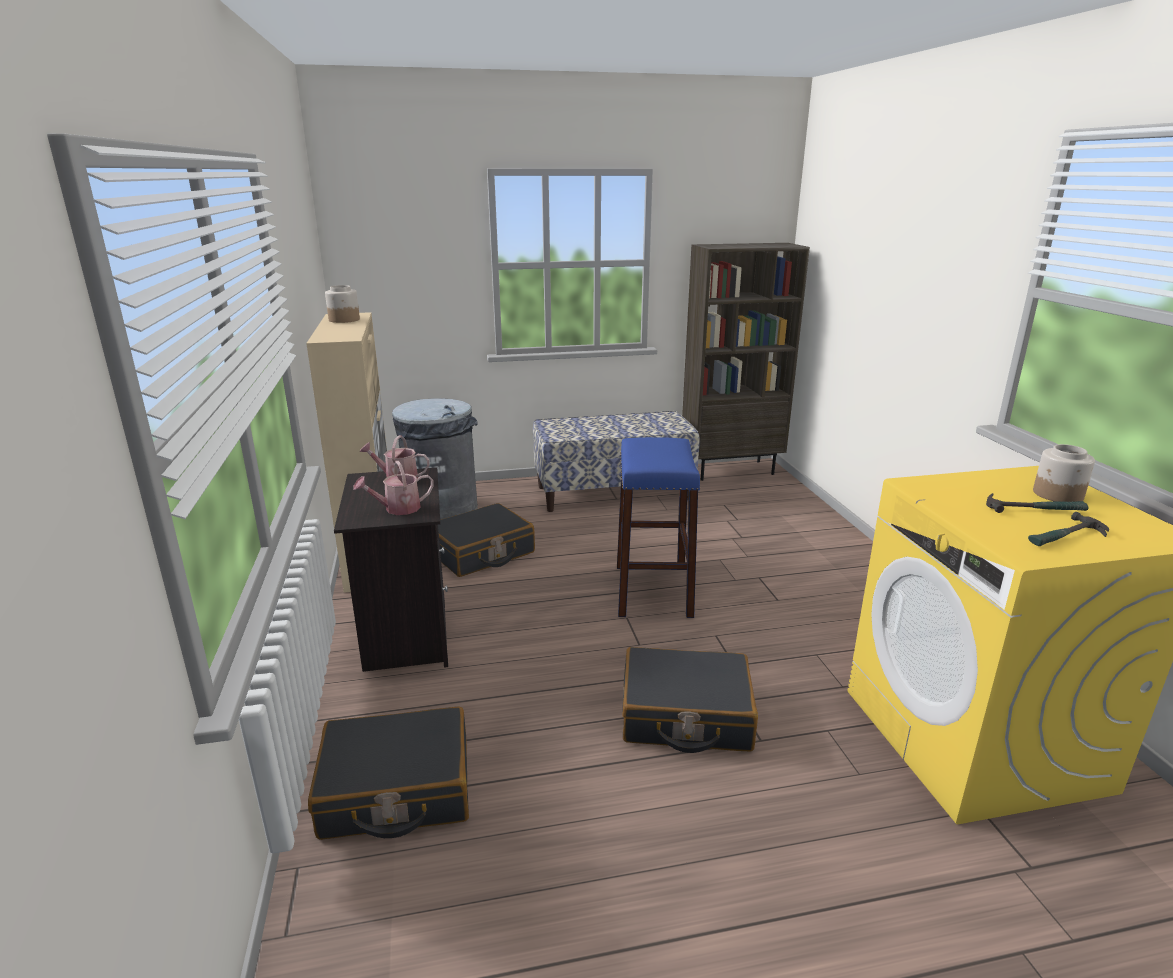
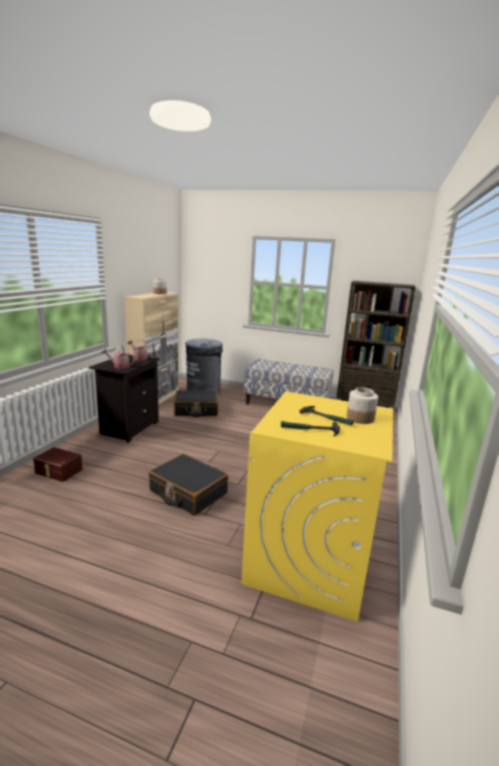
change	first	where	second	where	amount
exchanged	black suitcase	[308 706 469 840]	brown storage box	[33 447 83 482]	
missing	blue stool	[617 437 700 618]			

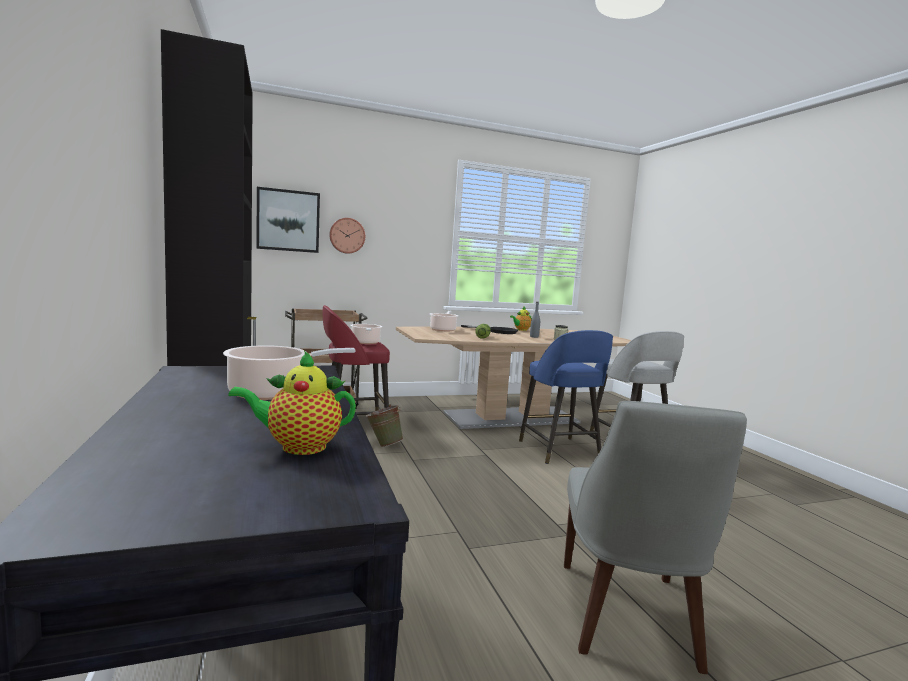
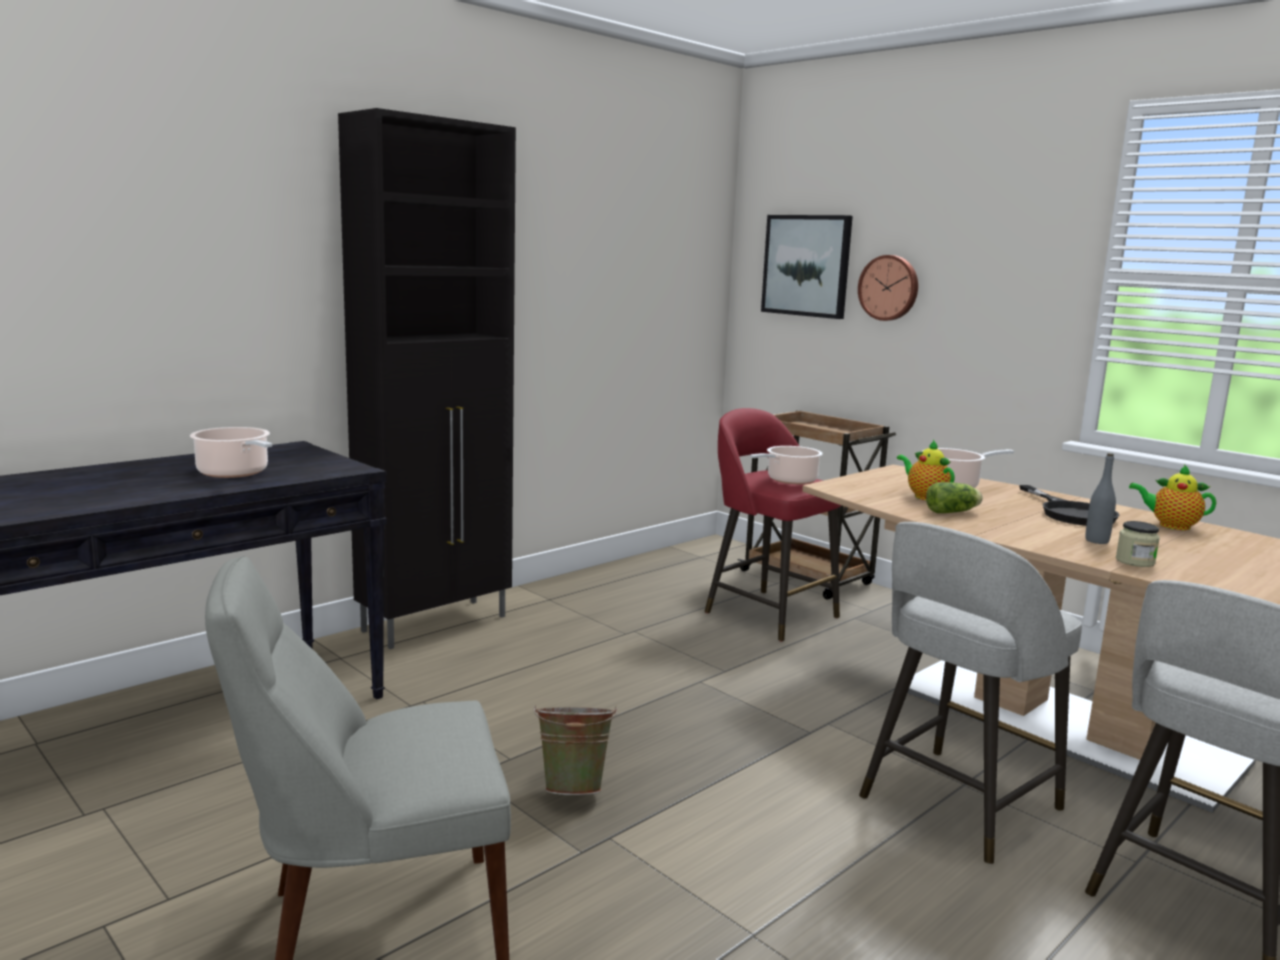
change	first	where	second	where	amount
relocated	green bucket	[366 404 403 447]		[534 704 618 795]	
colour	blue stool	[519 330 613 464]	grey stool	[859 522 1082 865]	
relocated	teapot	[228 350 356 455]		[897 440 955 500]	

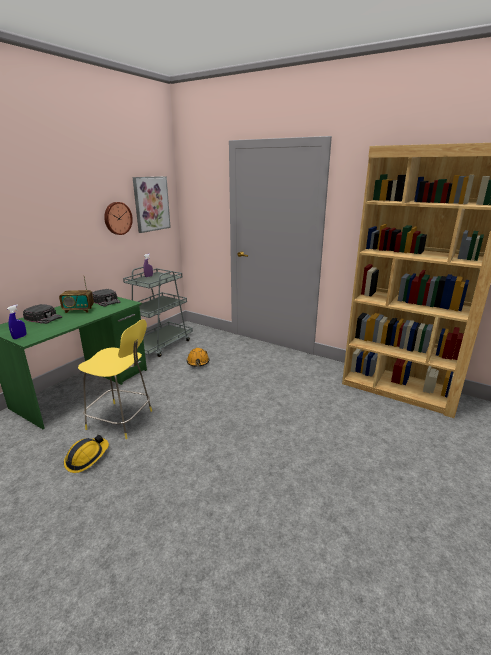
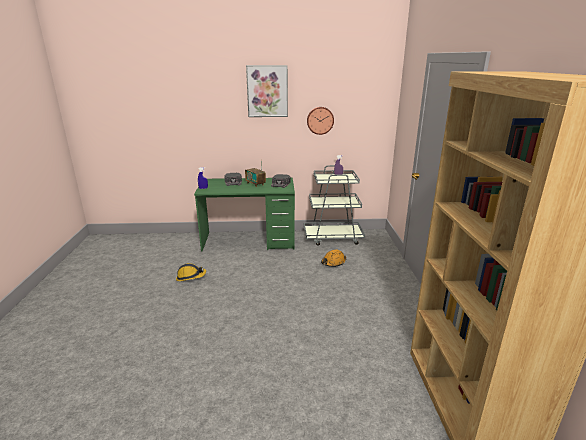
change	first	where	second	where	amount
relocated	picture	[133 176 171 233]		[246 65 288 117]	
missing	yellow stool	[78 319 152 439]			

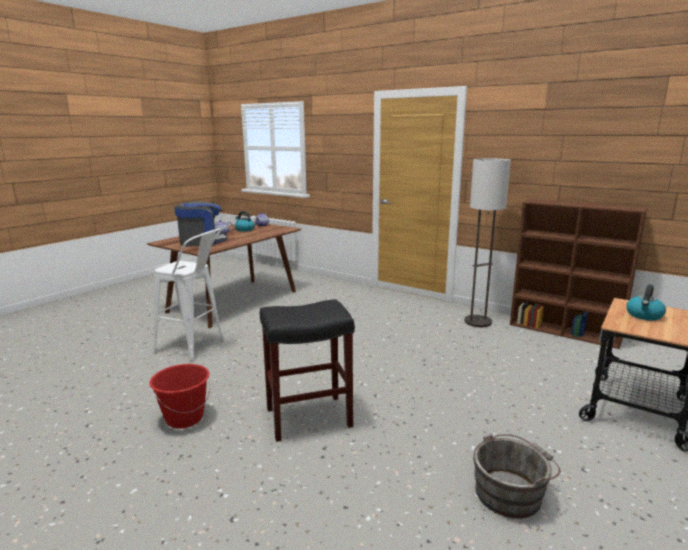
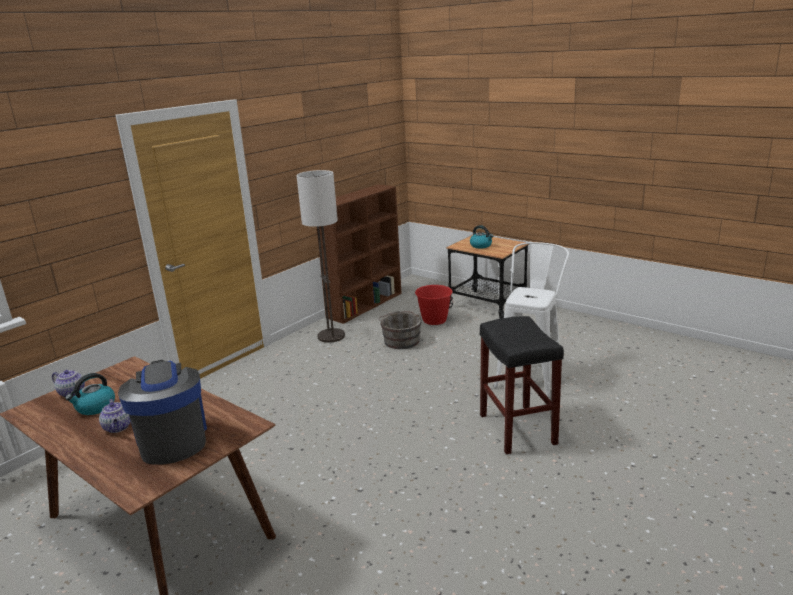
change	first	where	second	where	amount
relocated	grey bucket	[474 434 560 519]		[379 311 422 349]	
relocated	red bucket	[149 364 210 429]		[415 285 453 325]	
relocated	white stool	[153 229 224 361]		[494 242 569 398]	

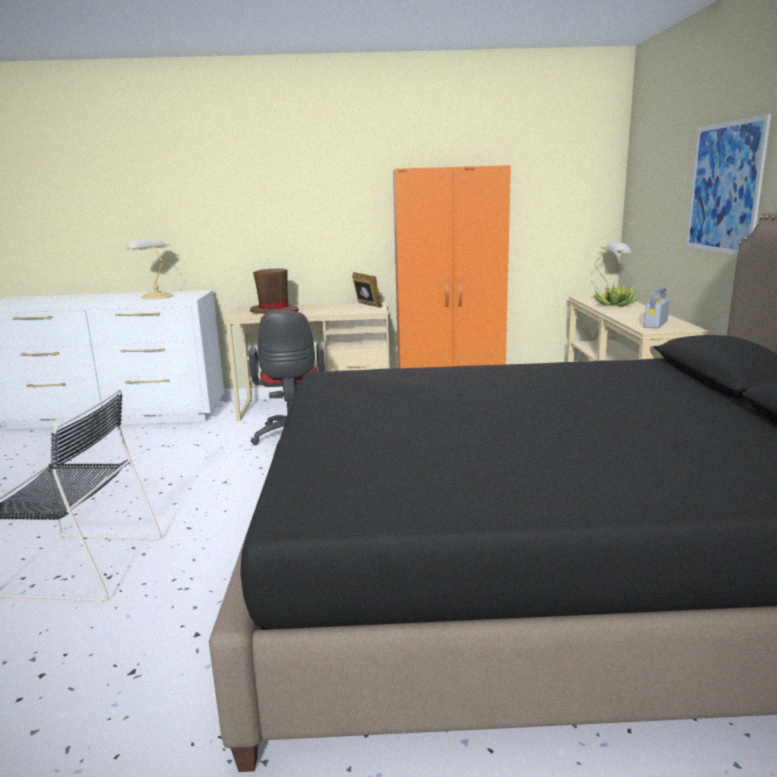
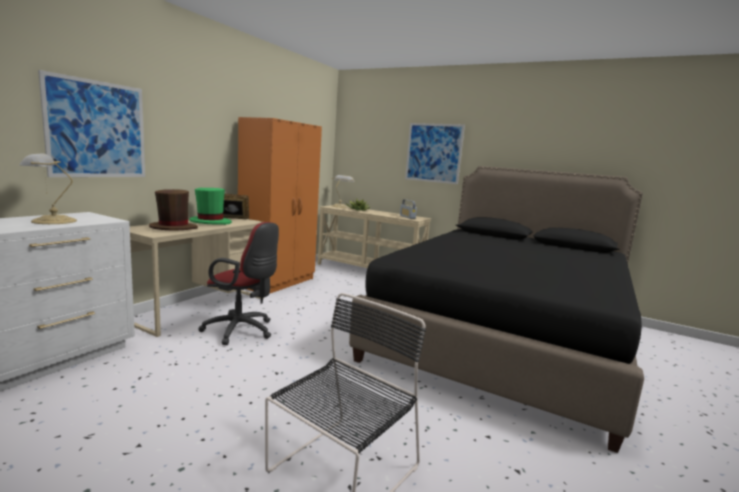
change	first	where	second	where	amount
appeared			picture	[38 70 145 177]	
appeared			green hat	[190 188 232 225]	

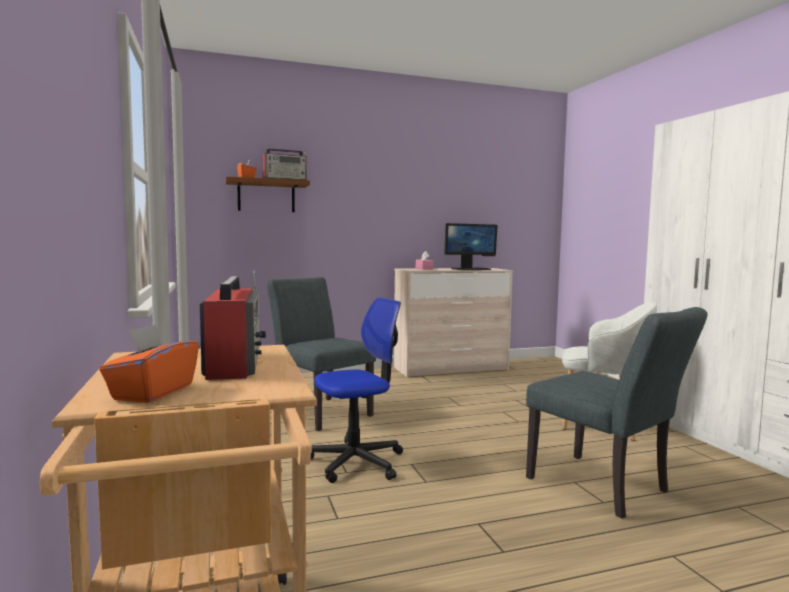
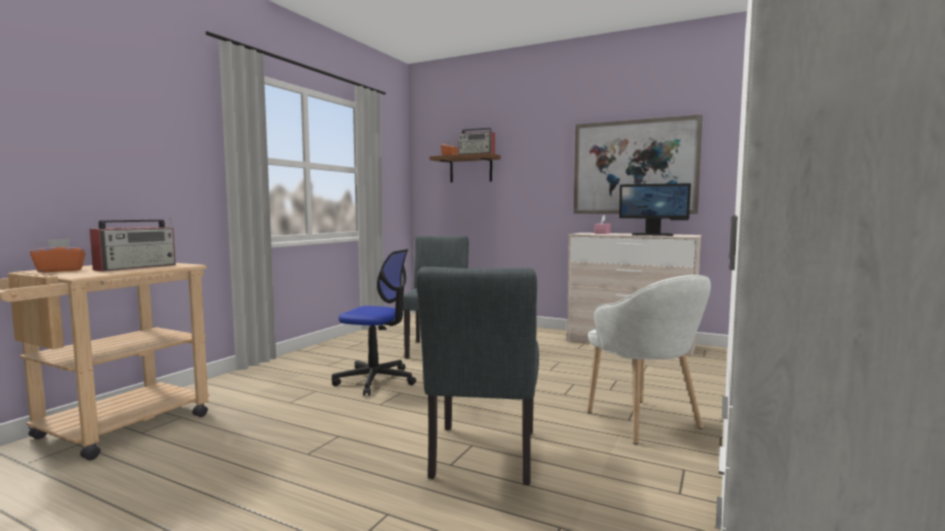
change	first	where	second	where	amount
appeared			picture	[574 115 703 214]	

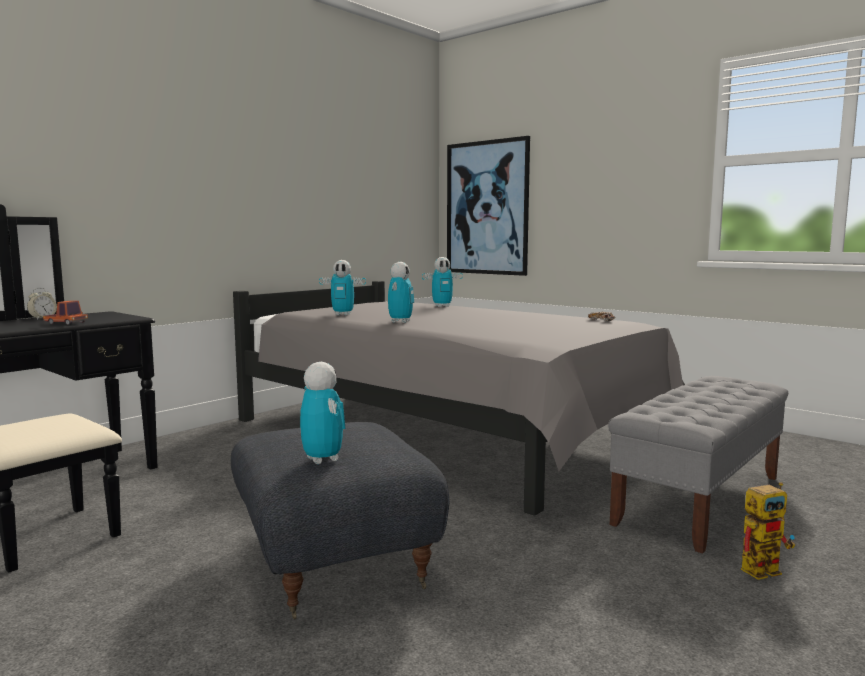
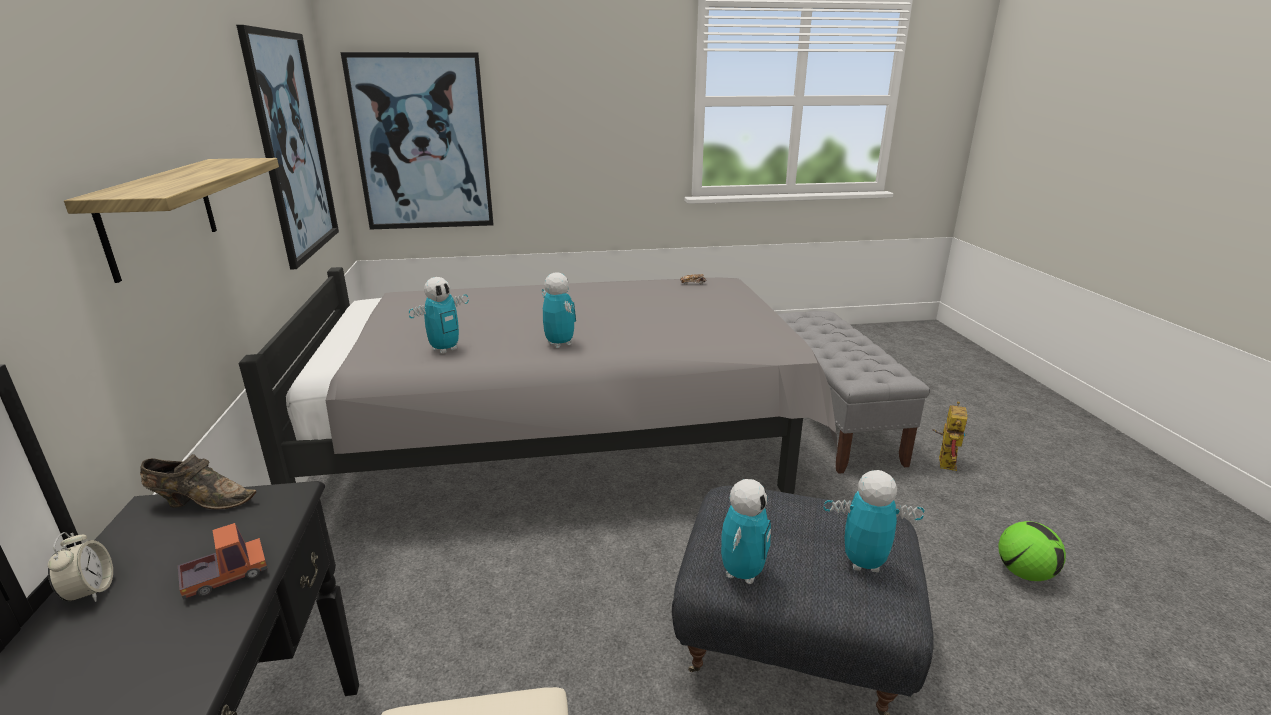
change	first	where	second	where	amount
appeared			shelf	[64 158 279 283]	
appeared			brown shoe	[140 454 256 510]	
appeared			picture	[236 25 339 269]	
relocated	toy robot	[422 257 463 307]		[721 479 771 584]	
appeared			football	[998 521 1066 581]	

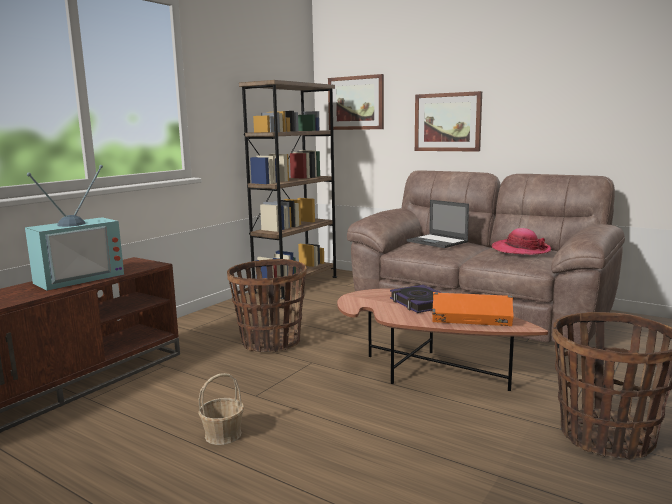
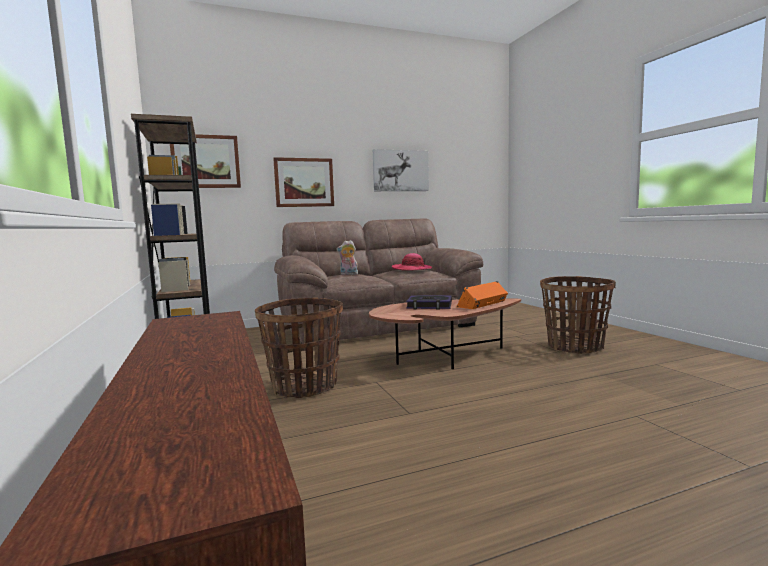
change	first	where	second	where	amount
exchanged	laptop	[407 200 469 248]	plush toy	[336 240 358 275]	
appeared			picture	[373 149 429 191]	
missing	television	[25 165 124 291]			
missing	basket	[198 373 244 445]			

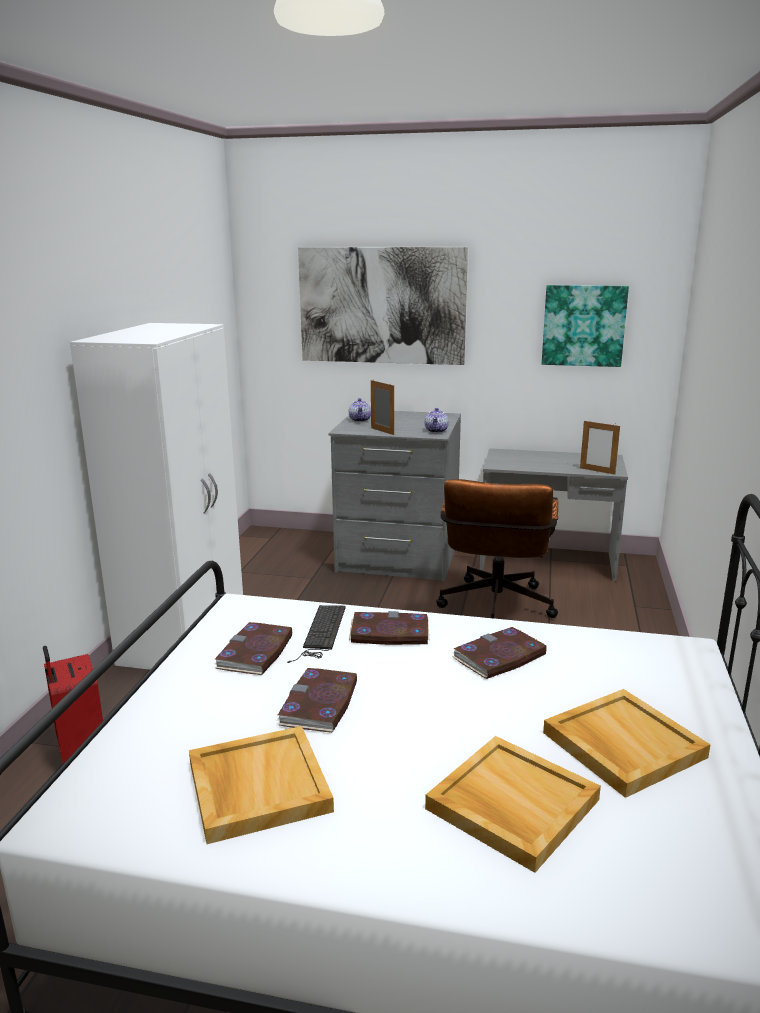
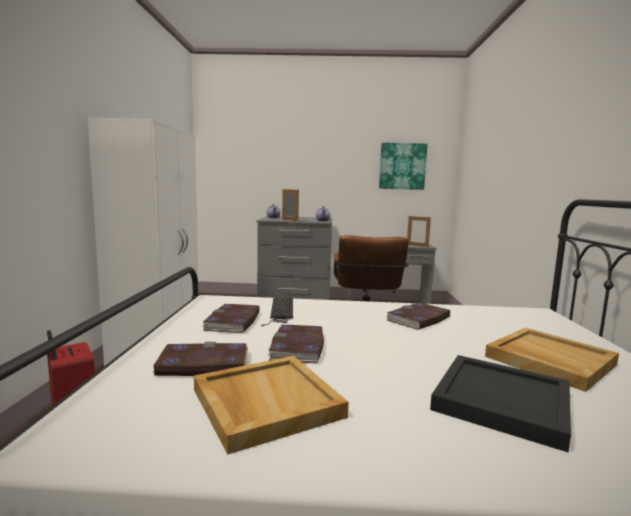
change	first	where	second	where	amount
relocated	book	[349 611 429 645]		[152 342 248 376]	
colour	beige tray	[425 736 601 873]	black tray	[430 355 571 452]	
missing	picture	[298 247 468 365]			

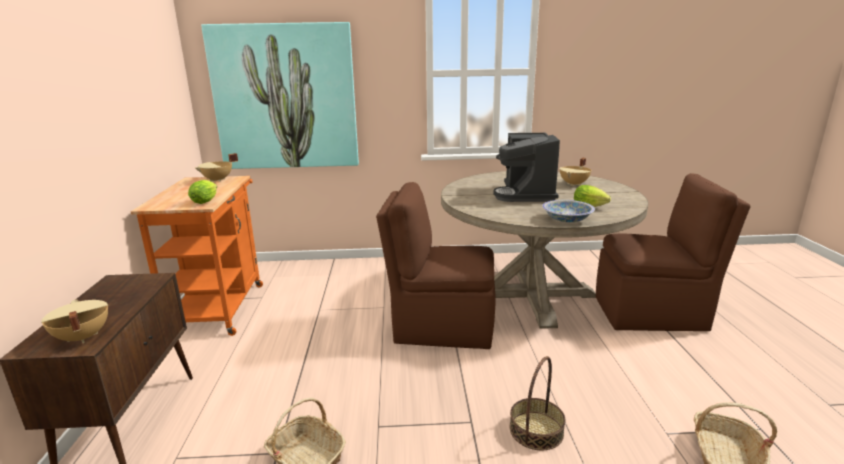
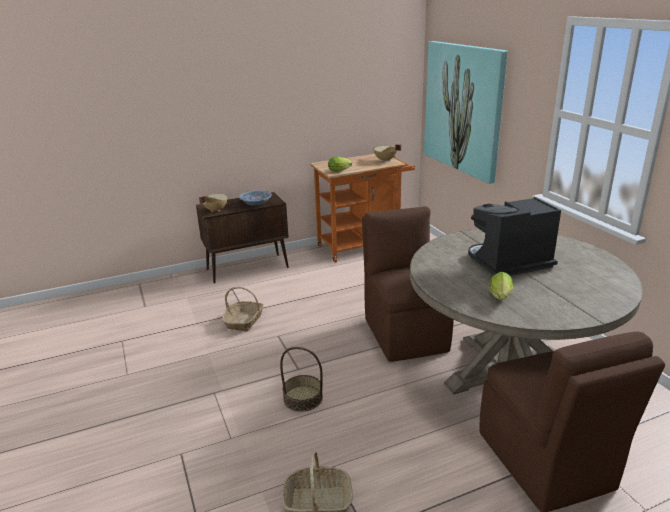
change	first	where	second	where	amount
relocated	bowl	[542 200 595 222]		[239 190 272 205]	
missing	beige cooking pot	[559 158 591 186]			

